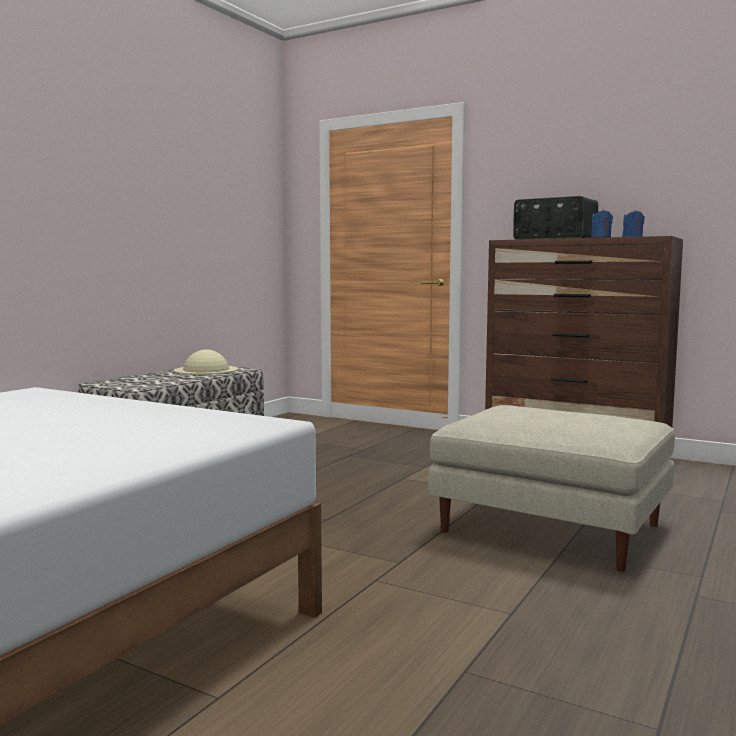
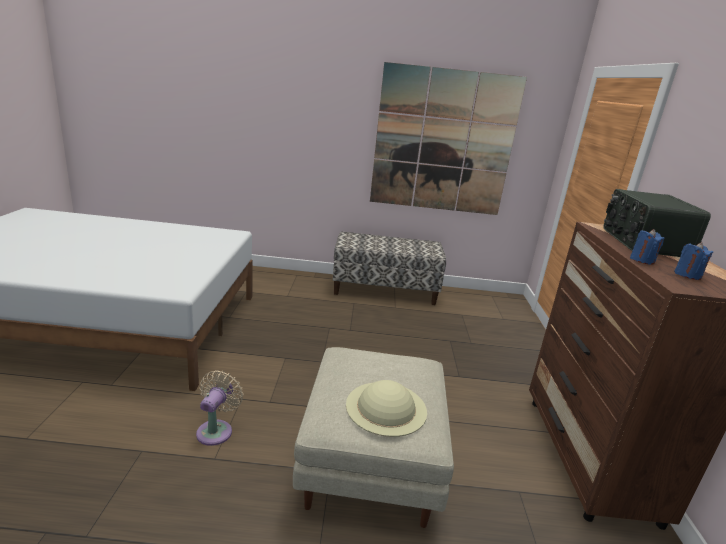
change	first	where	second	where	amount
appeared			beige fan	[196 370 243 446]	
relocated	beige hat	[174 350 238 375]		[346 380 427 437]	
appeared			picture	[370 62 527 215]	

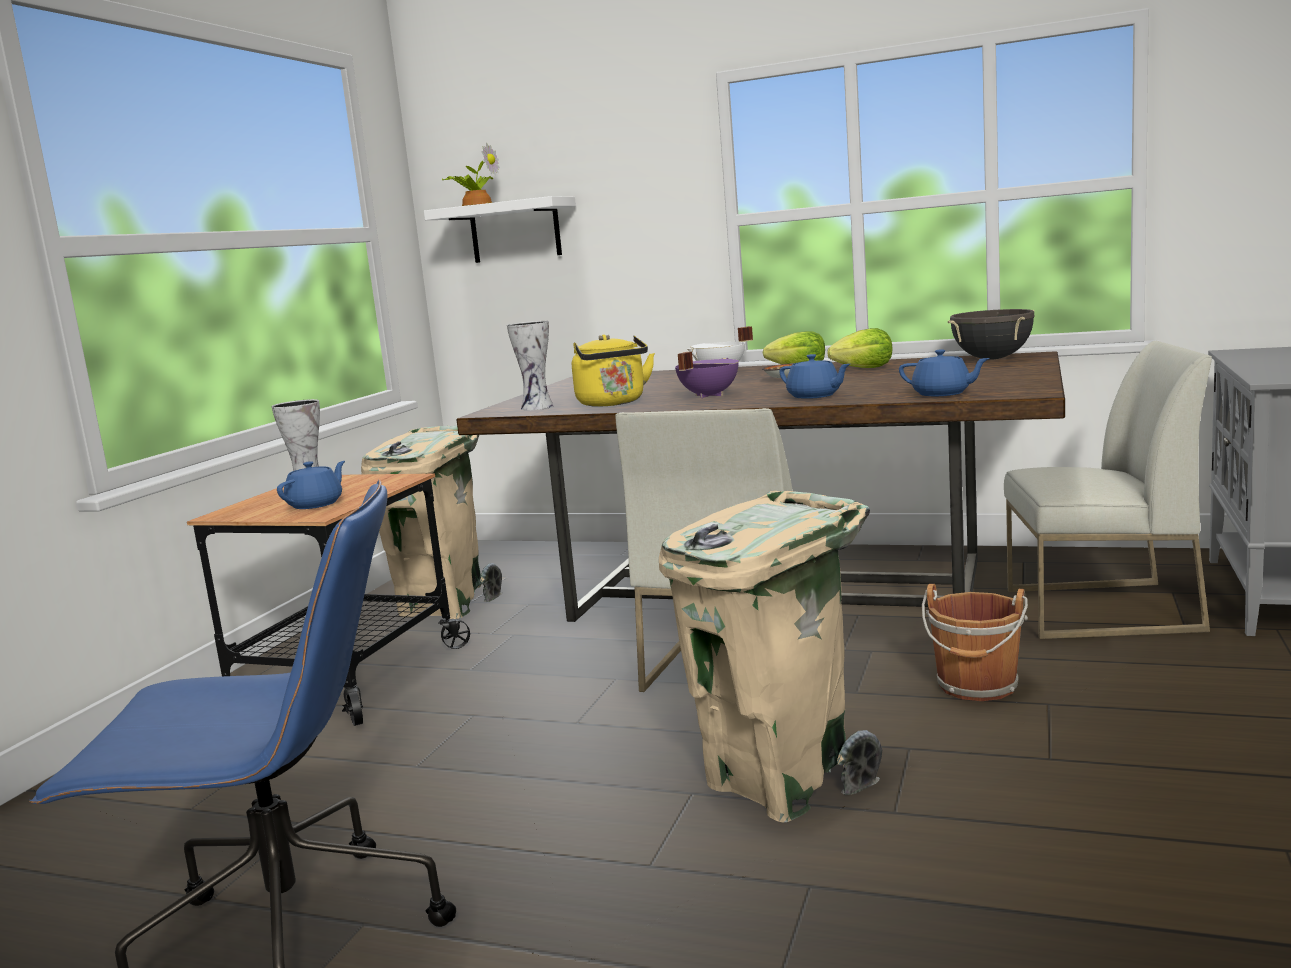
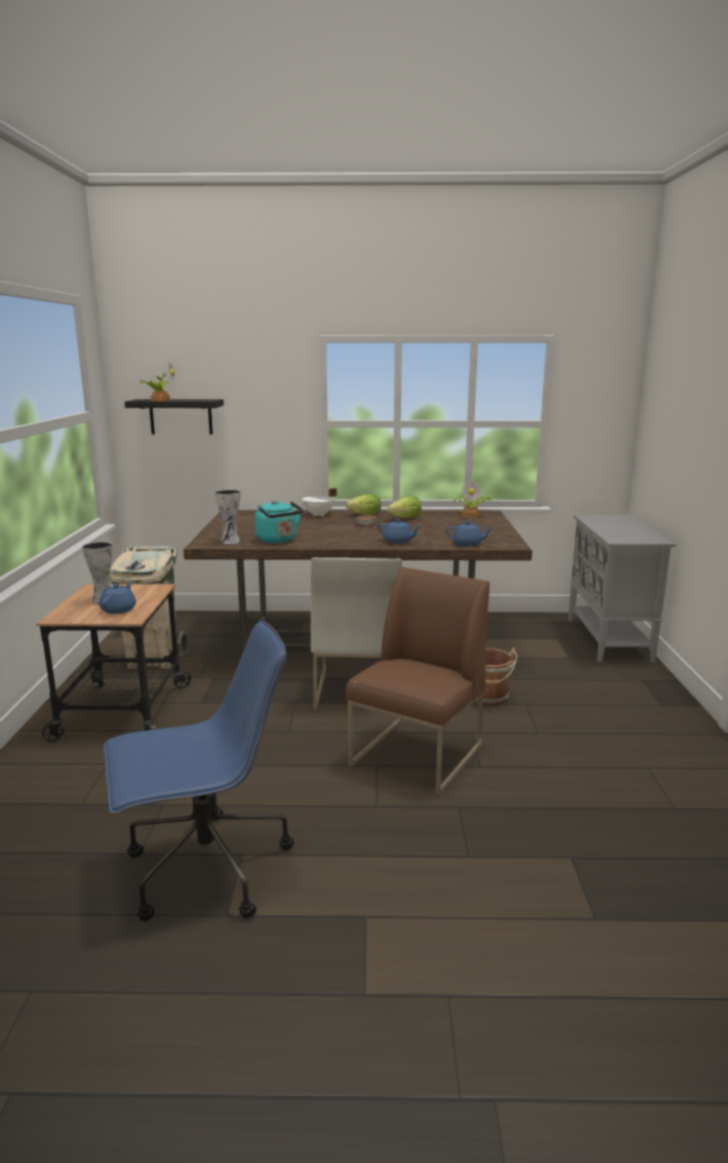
change	first	where	second	where	amount
colour	white shelf	[424 196 576 263]	black shelf	[124 399 224 435]	
colour	yellow kettle	[572 334 655 407]	turquoise kettle	[255 500 303 543]	
exchanged	beige trash can	[659 491 882 822]	brown chair	[346 567 490 796]	
exchanged	black cooking pot	[948 309 1035 360]	potted plant	[453 481 493 517]	
missing	purple cooking pot	[675 352 739 398]			
missing	white chair	[1004 341 1212 639]			

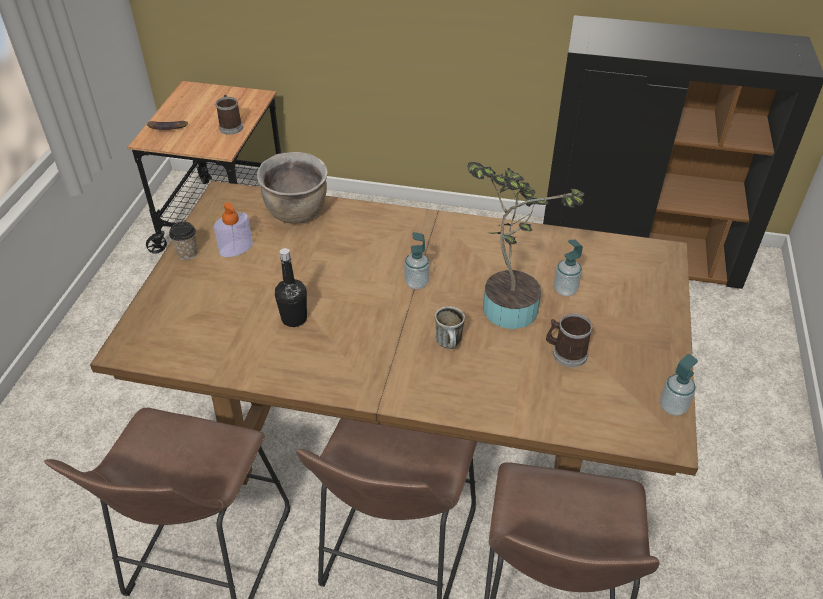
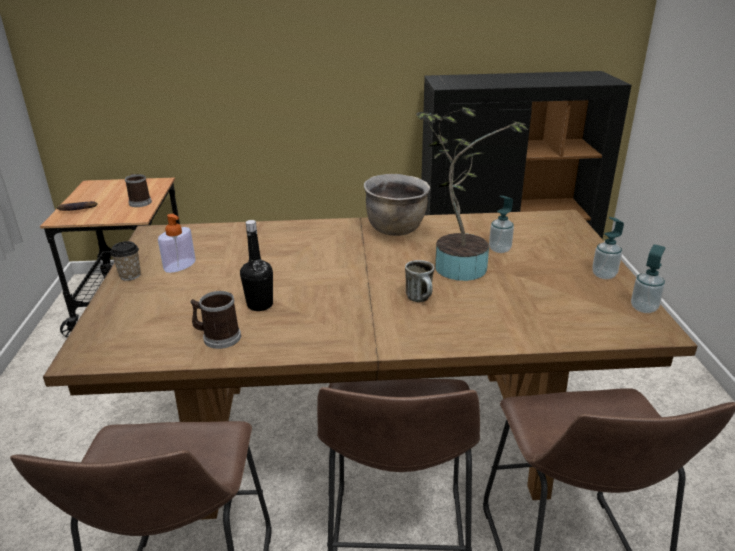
change	first	where	second	where	amount
relocated	mug	[546 313 593 367]		[190 291 241 349]	
relocated	brown cooking pot	[257 152 328 224]		[364 174 430 236]	
relocated	soap dispenser	[404 232 430 289]		[592 217 624 279]	

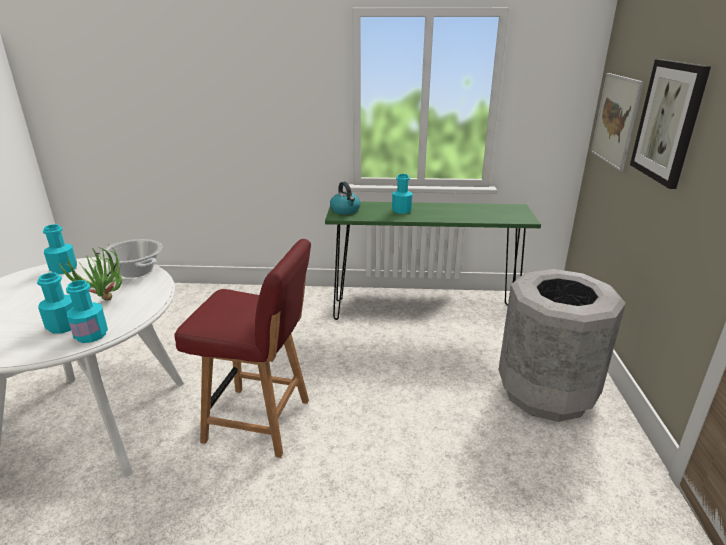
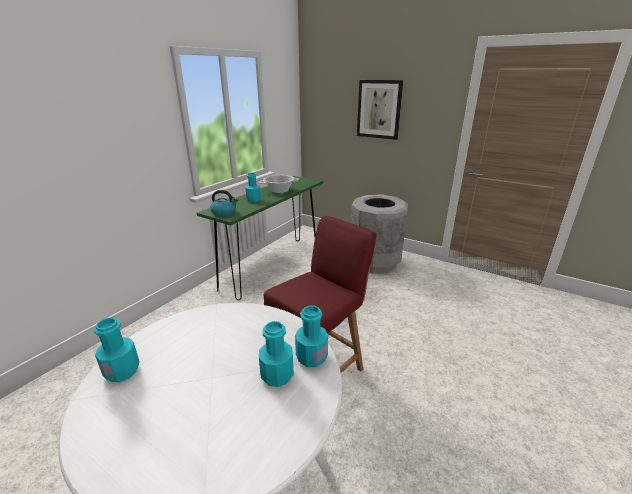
change	first	where	second	where	amount
relocated	cooking pot	[99 239 162 278]		[259 175 299 193]	
missing	potted plant	[58 243 122 301]			
missing	picture	[591 73 643 172]			

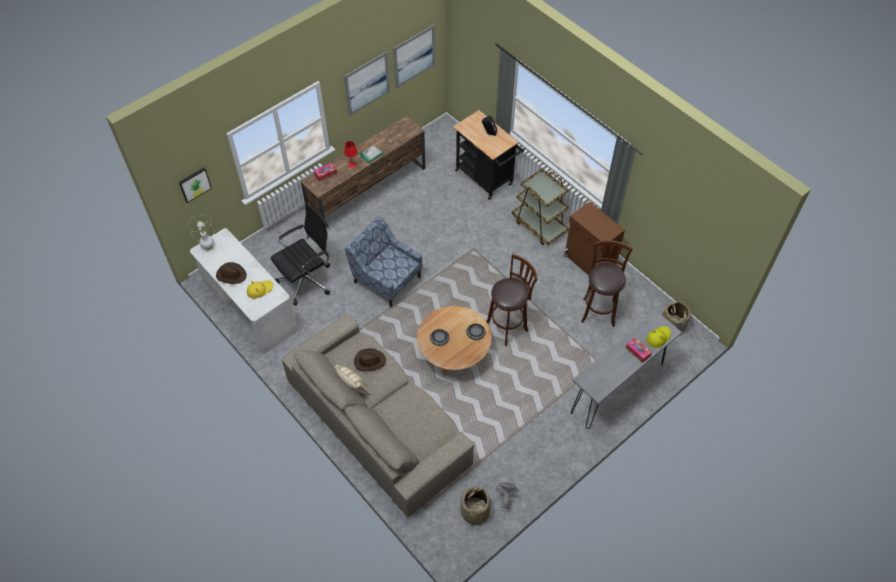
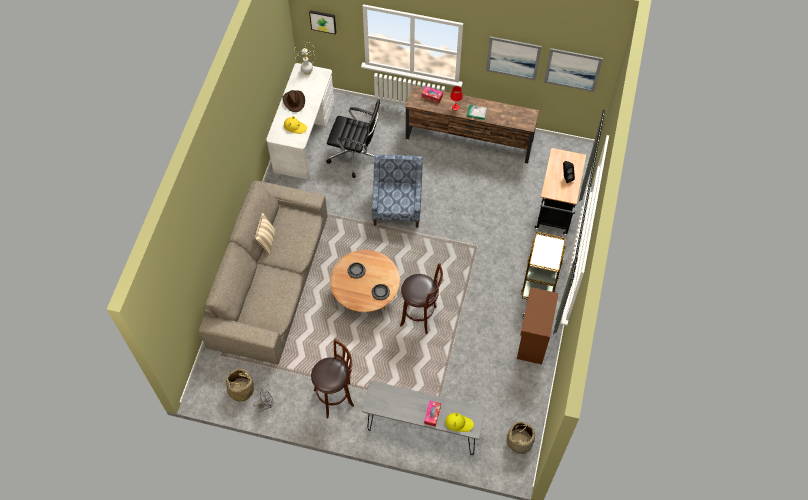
change	first	where	second	where	amount
relocated	brown stool	[581 240 633 327]		[311 339 354 418]	
missing	brown hat	[354 348 386 372]			

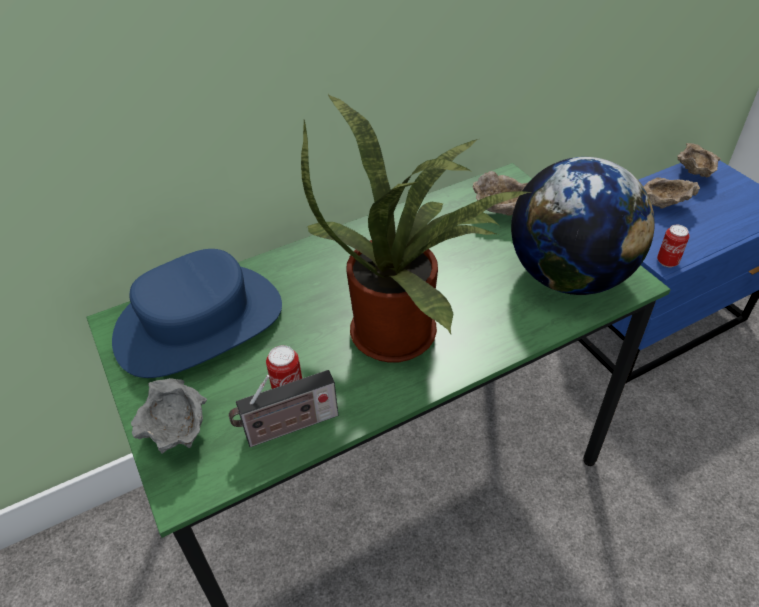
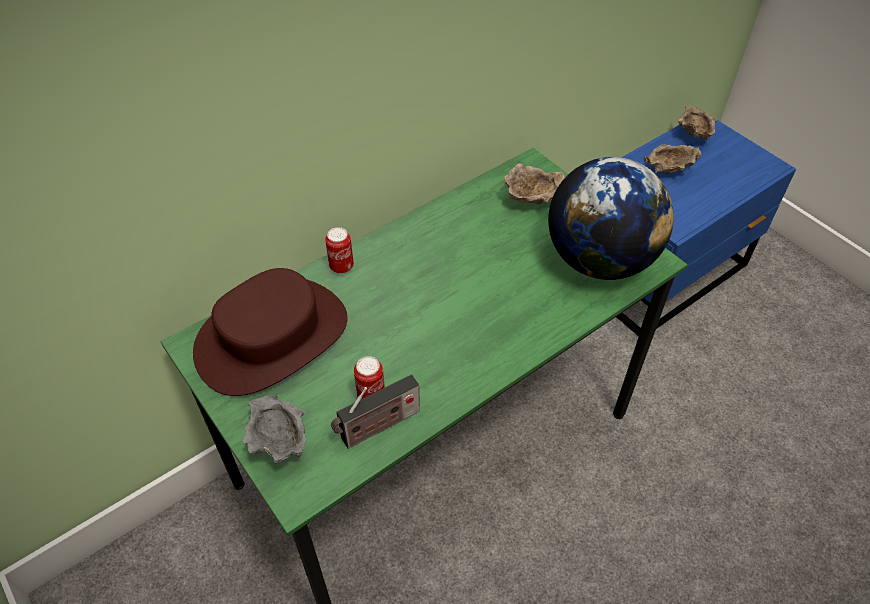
change	first	where	second	where	amount
colour	blue hat	[112 249 282 378]	brown hat	[193 268 348 396]	
relocated	can	[657 225 690 267]		[325 227 354 274]	
missing	potted plant	[301 93 530 363]			

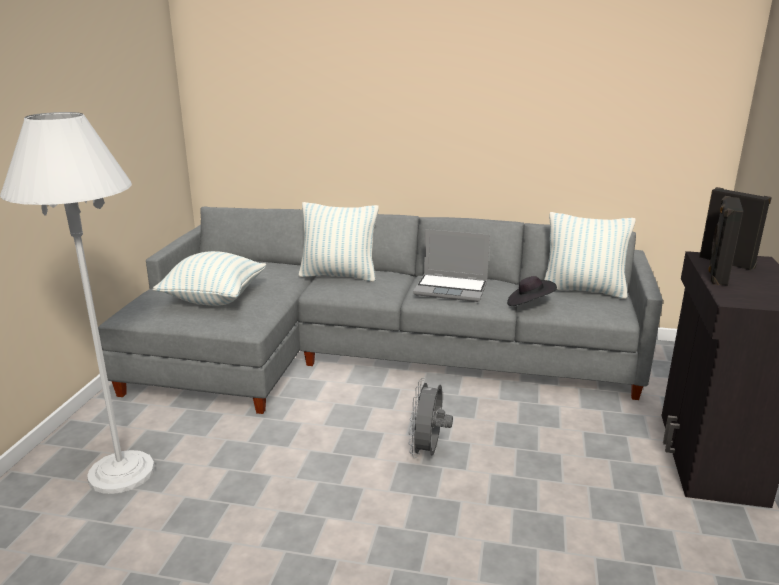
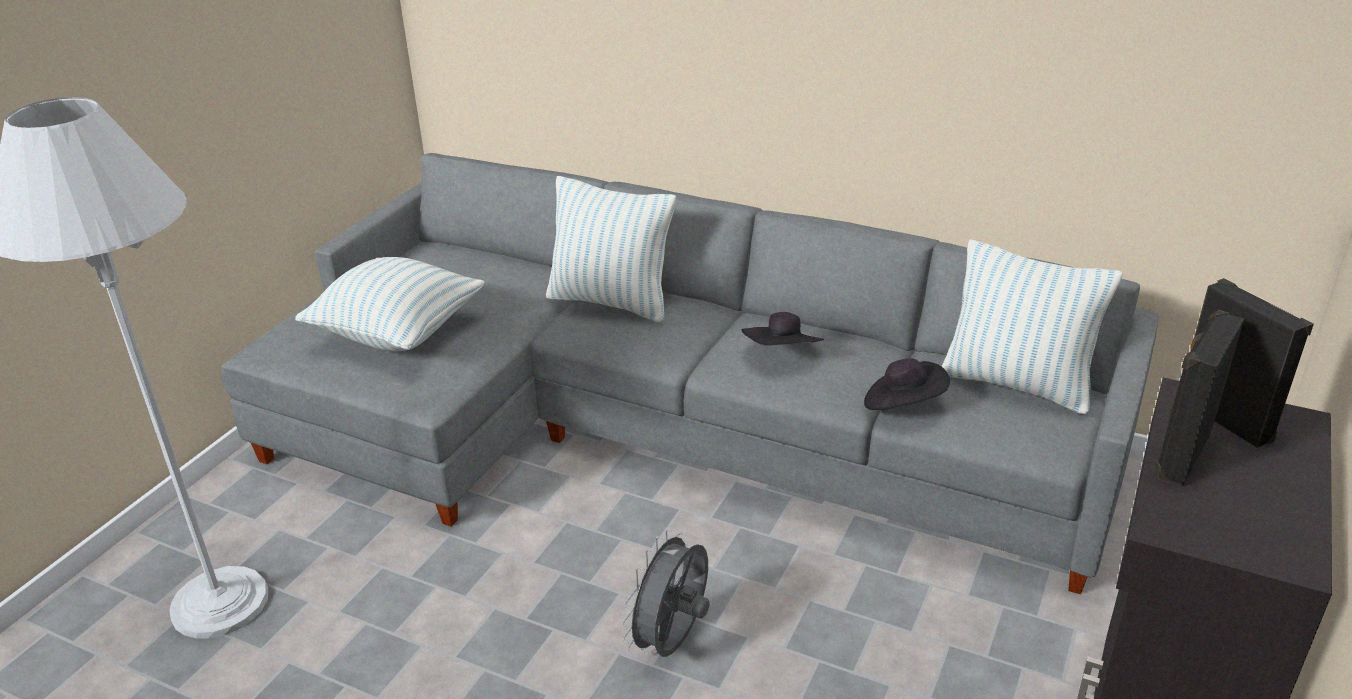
change	first	where	second	where	amount
exchanged	laptop	[413 229 490 302]	black hat	[742 312 824 345]	

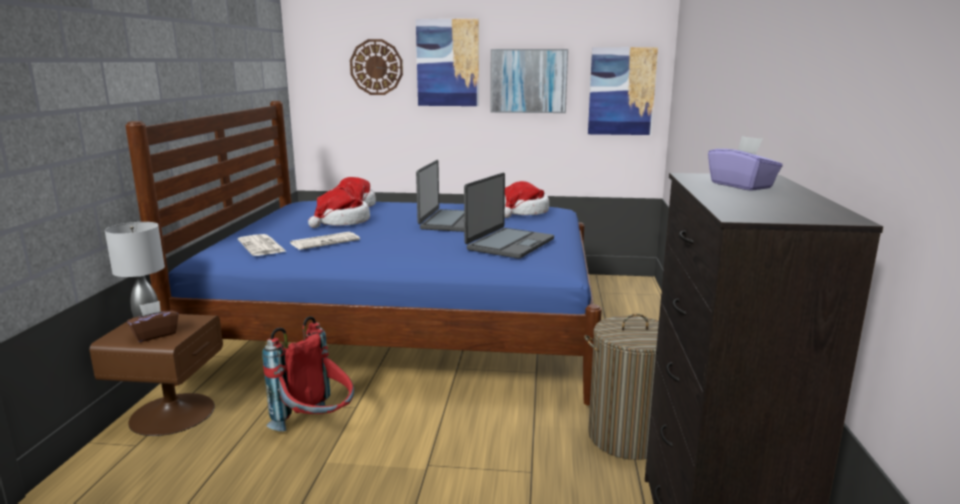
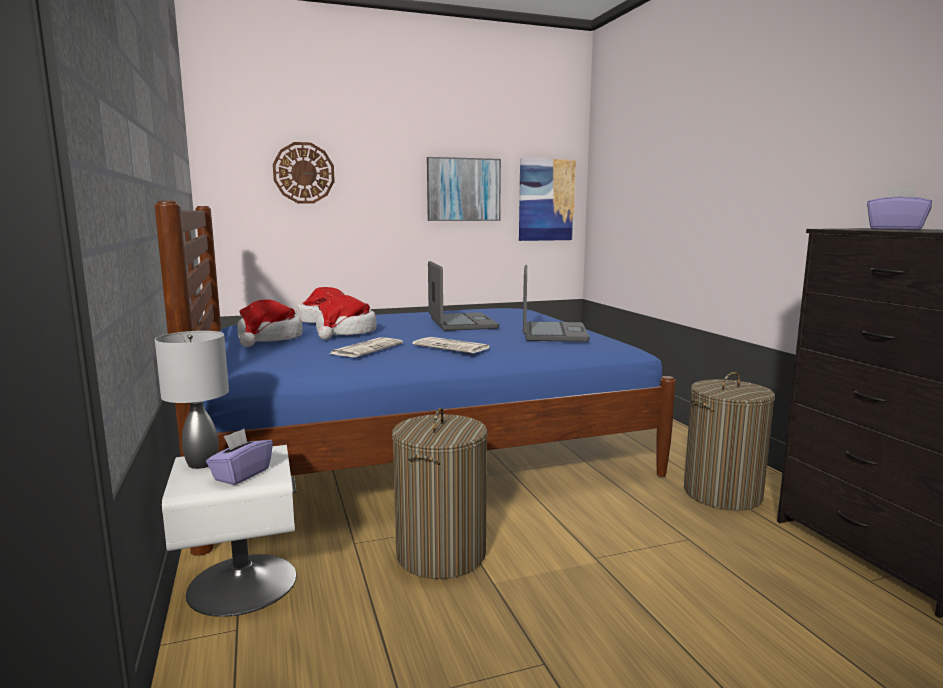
change	first	where	second	where	amount
colour	brown nightstand	[89 314 223 436]	white nightstand	[162 445 297 617]	
colour	brown tissue box	[127 301 178 342]	purple tissue box	[206 429 273 485]	
relocated	hat	[505 181 549 218]		[237 299 303 347]	
exchanged	red backpack	[262 316 354 431]	laundry basket	[392 408 488 579]	
relocated	newspaper	[238 234 287 256]		[413 337 491 353]	
missing	picture	[416 19 479 106]			

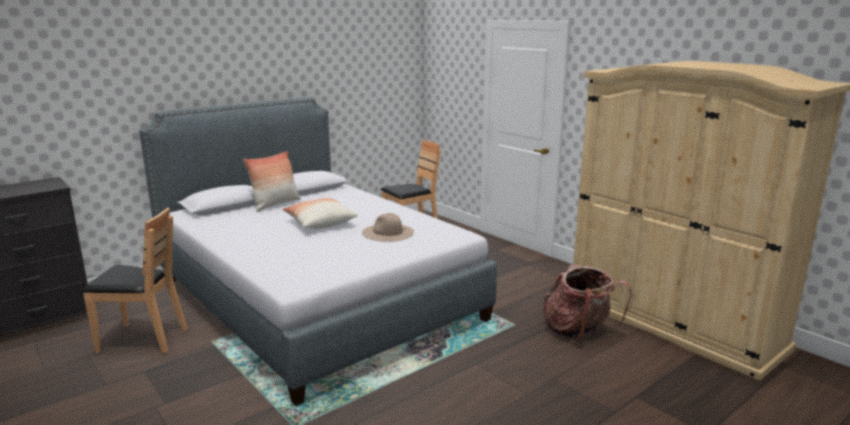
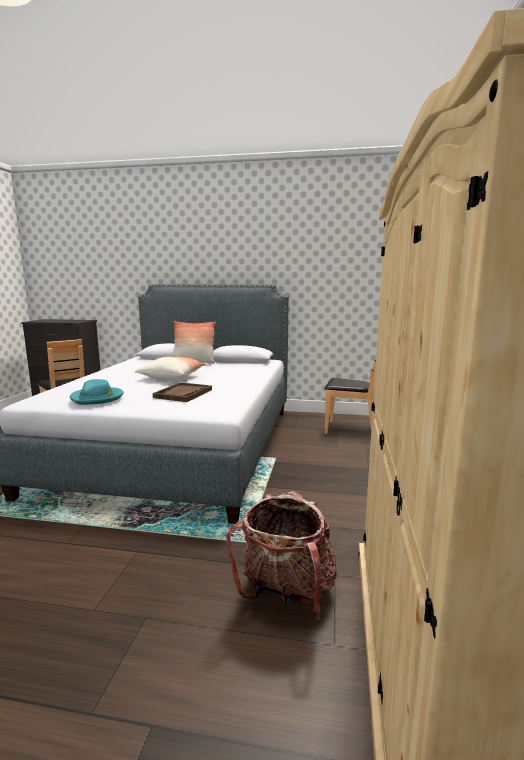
change	first	where	second	where	amount
appeared			turquoise hat	[70 379 124 405]	
exchanged	beige hat	[362 213 414 242]	brown tray	[153 382 212 402]	

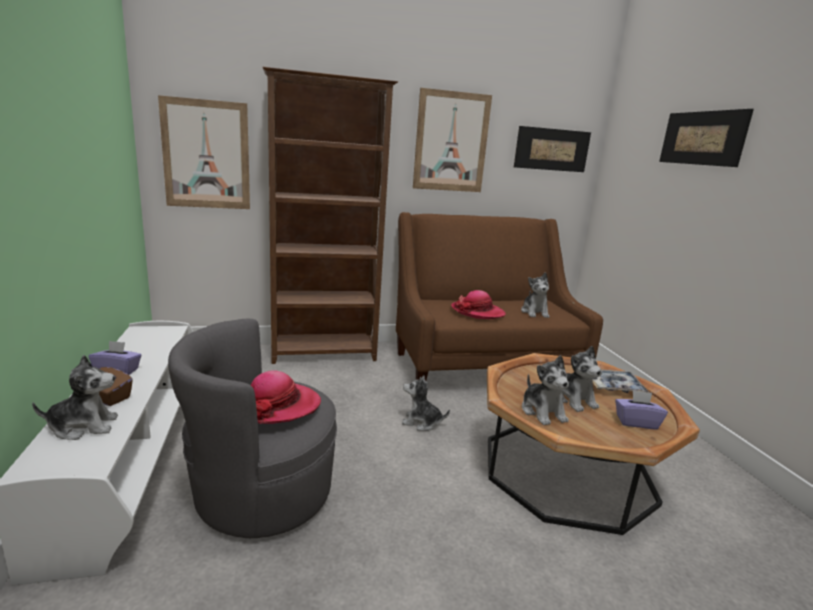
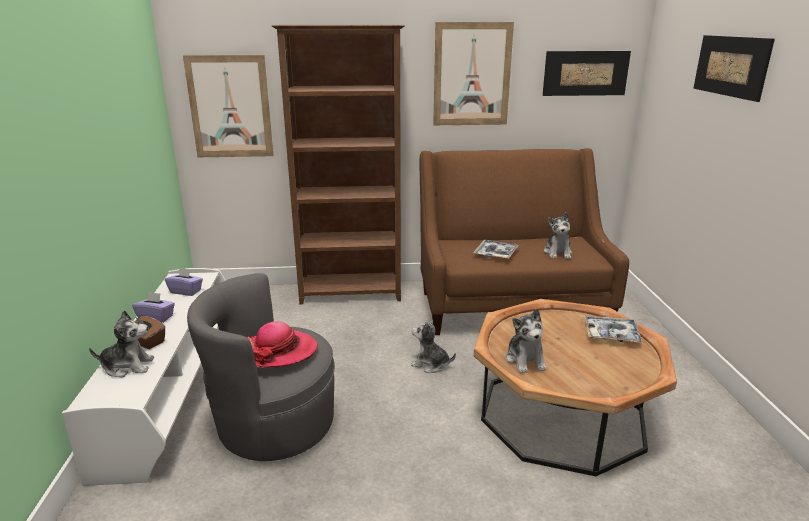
change	first	where	second	where	amount
relocated	purple tissue box	[615 390 668 430]		[165 267 203 296]	
exchanged	hat	[451 290 506 319]	tray	[473 240 519 259]	
missing	plush toy	[562 346 602 412]			

